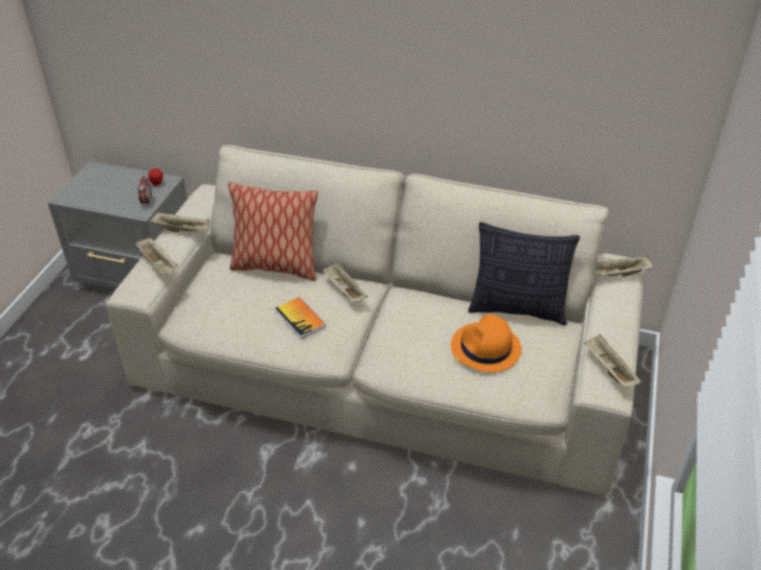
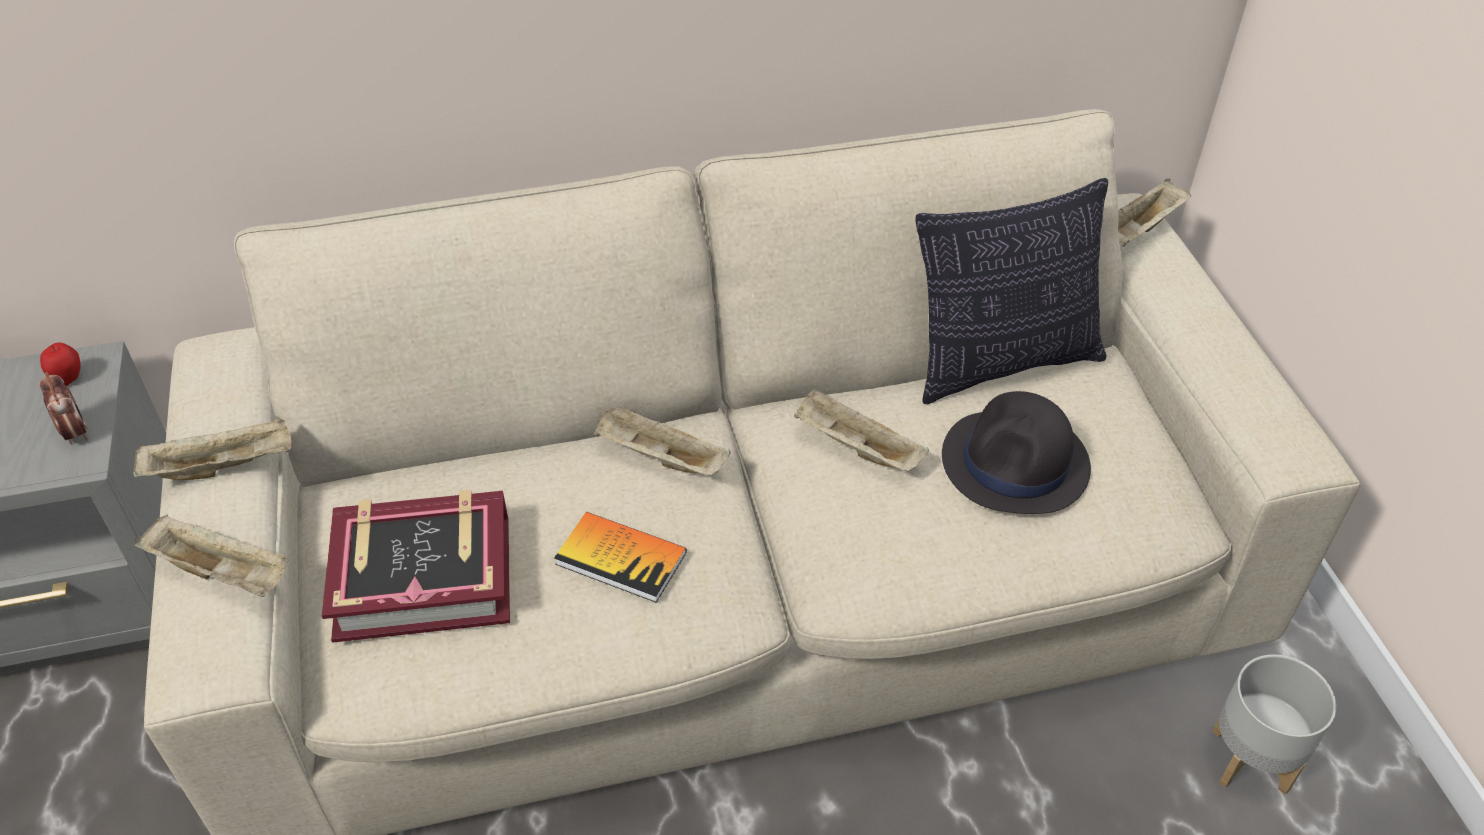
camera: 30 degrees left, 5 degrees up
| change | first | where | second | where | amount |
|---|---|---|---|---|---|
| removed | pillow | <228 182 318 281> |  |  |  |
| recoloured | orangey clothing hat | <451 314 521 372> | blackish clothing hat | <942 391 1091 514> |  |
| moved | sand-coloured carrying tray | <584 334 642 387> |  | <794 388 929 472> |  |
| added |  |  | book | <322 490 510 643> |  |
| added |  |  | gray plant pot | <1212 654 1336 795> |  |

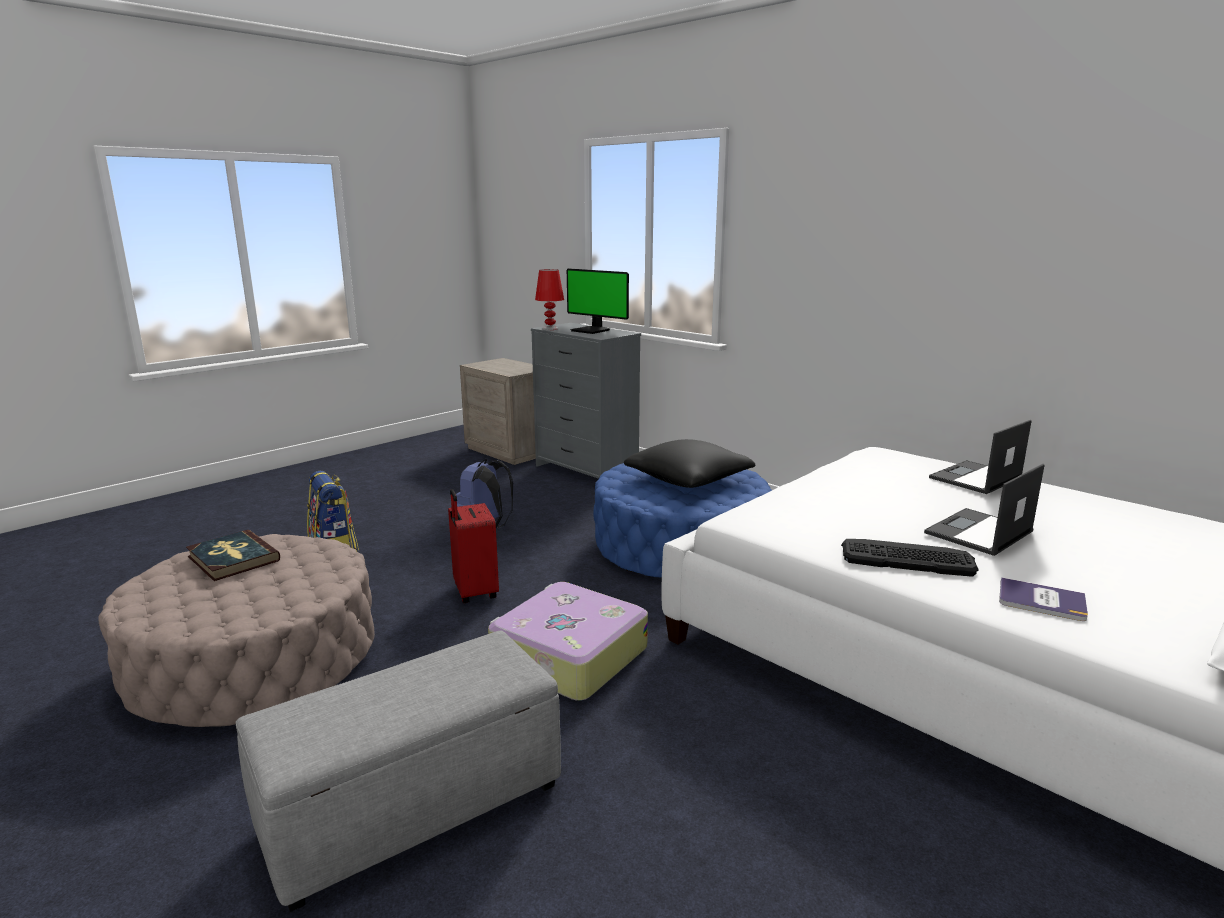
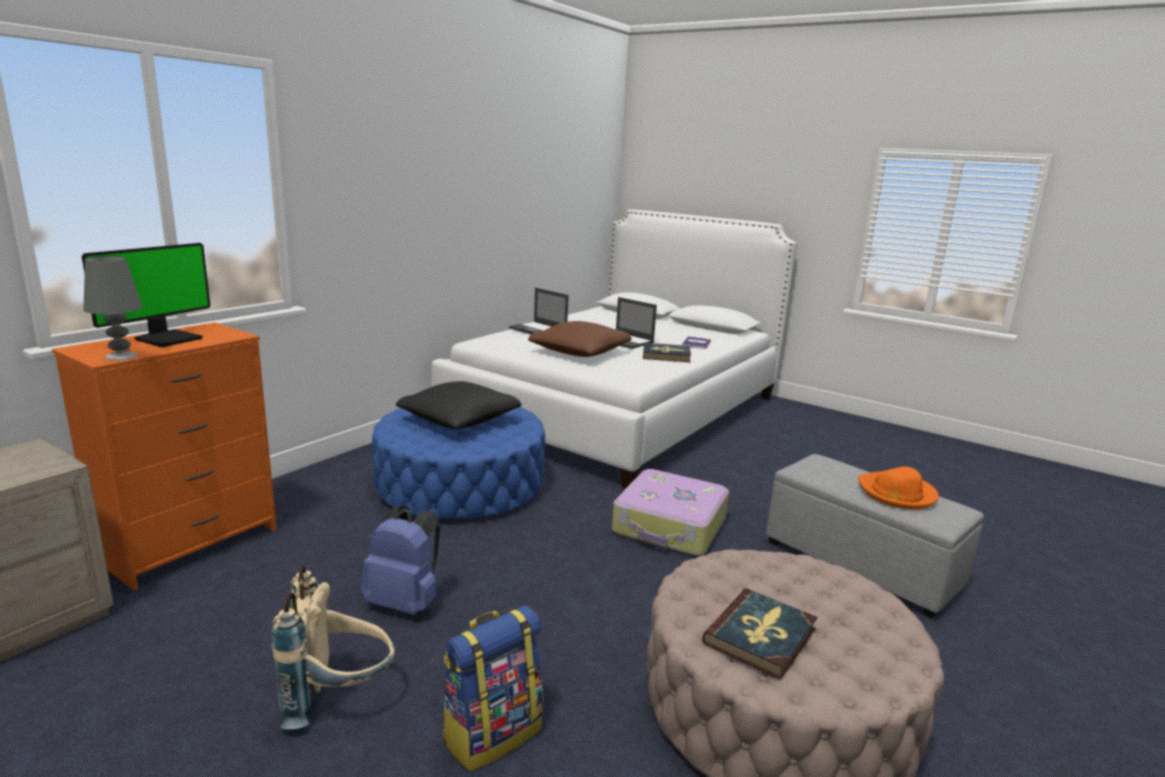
camera: 100 degrees left, 0 degrees up
| change | first | where | second | where | amount |
|---|---|---|---|---|---|
| removed | red-coloured piece of luggage | <448 489 499 603> |  |  |  |
| recoloured | gray drawer chest | <531 323 641 479> | orangey drawer chest | <52 322 277 591> |  |
| recoloured | red-coloured table lamp | <535 269 564 330> | gray table lamp | <83 256 142 361> |  |
| replaced | computer keyboard | <841 539 978 577> | book | <643 343 691 362> |  |
| added |  |  | sand-coloured rucksack | <272 565 395 729> |  |
| added |  |  | brown pillow | <528 321 632 357> |  |
| added |  |  | orangey clothing hat | <858 467 939 509> |  |

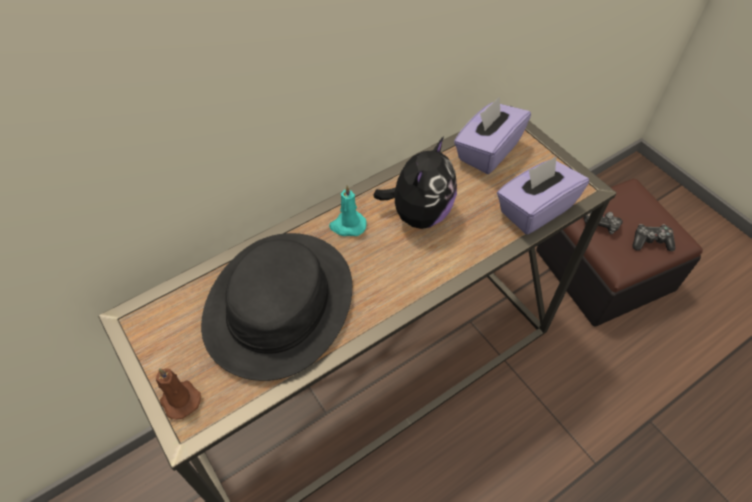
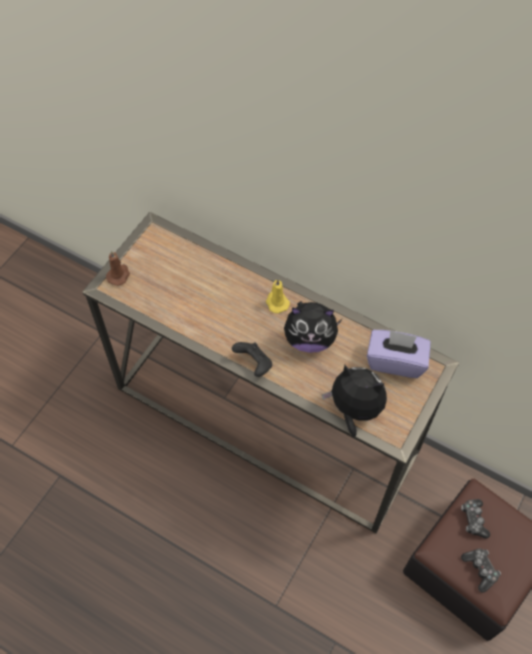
camera: 65 degrees right, 5 degrees up
| change | first | where | second | where | amount |
|---|---|---|---|---|---|
| removed | blackish clothing hat | <201 233 352 381> |  |  |  |
| recoloured | turquoise wax light | <329 185 367 236> | yellowish wax light | <266 279 290 313> |  |
| replaced | purple tissue box | <497 156 589 235> | plush toy | <322 365 387 437> |  |
| added |  |  | blackish game controller | <232 342 272 377> |  |

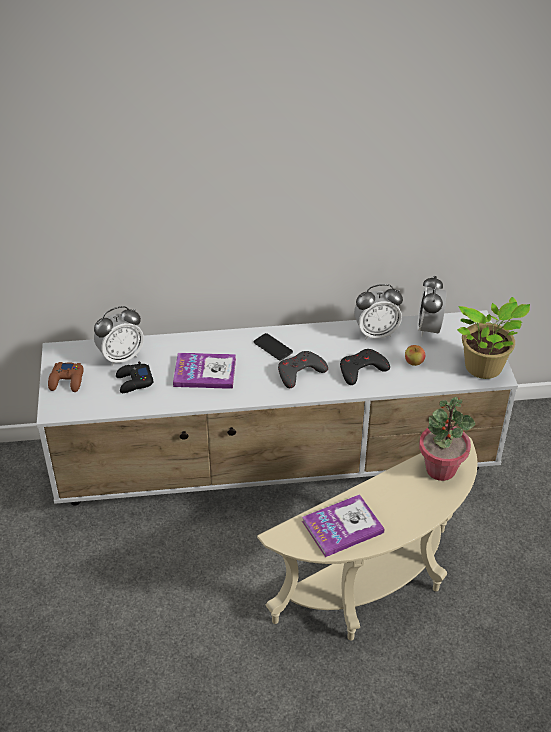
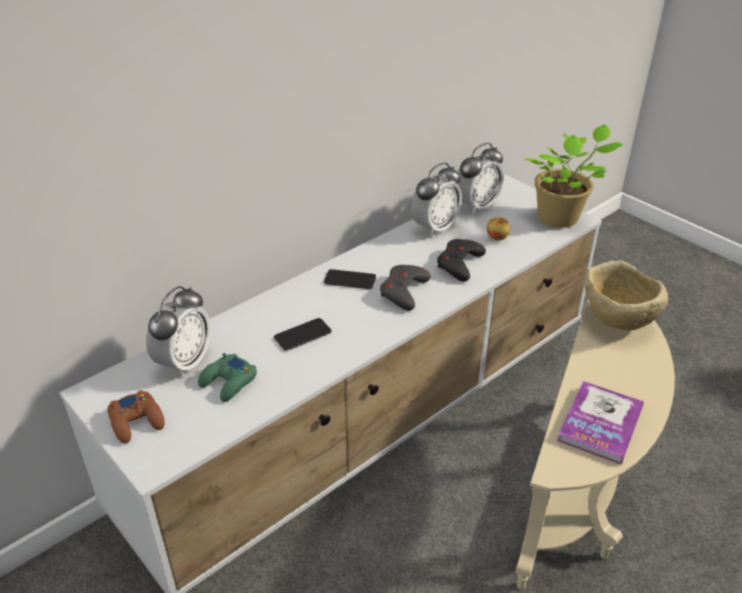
camera: 35 degrees left, 5 degrees down
| change | first | where | second | where | amount |
|---|---|---|---|---|---|
| recoloured | blackish game controller | <116 361 154 393> | green game controller | <198 353 257 402> |  |
| replaced | book | <173 353 236 389> | handset | <274 318 332 351> |  |
| turned | bedside clock | <417 276 446 337> |  | <454 143 503 215> | 105 degrees counterclockwise |
| replaced | houseplant | <419 397 475 481> | sand-coloured deep dish | <584 260 668 330> |  |

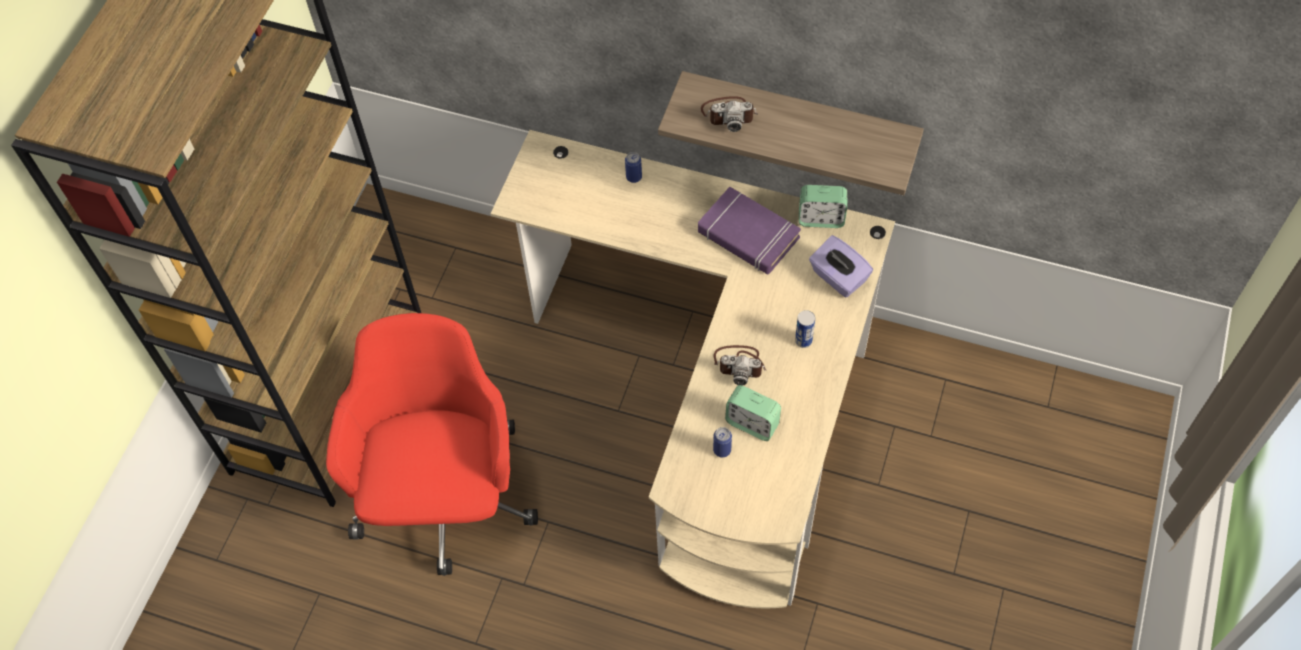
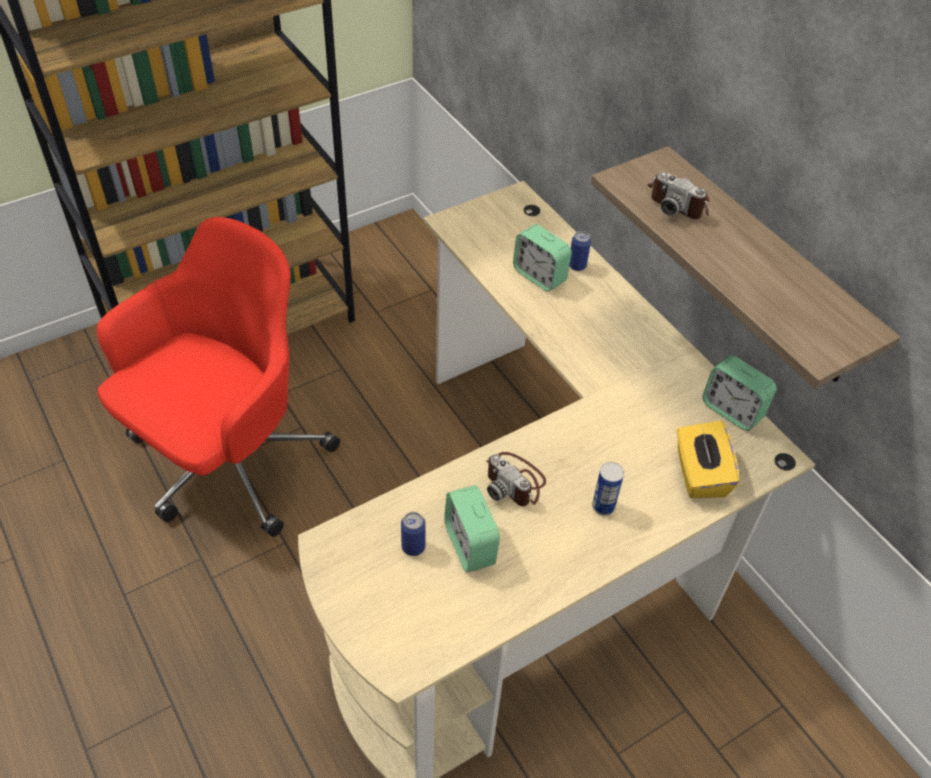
camera: 35 degrees right, 10 degrees down
| change | first | where | second | where | amount |
|---|---|---|---|---|---|
| removed | purple book | <698 187 801 274> |  |  |  |
| recoloured | purple tissue box | <809 235 873 297> | yellowish tissue box | <677 420 739 498> |  |
| added |  |  | bedside clock | <513 224 572 292> |  |

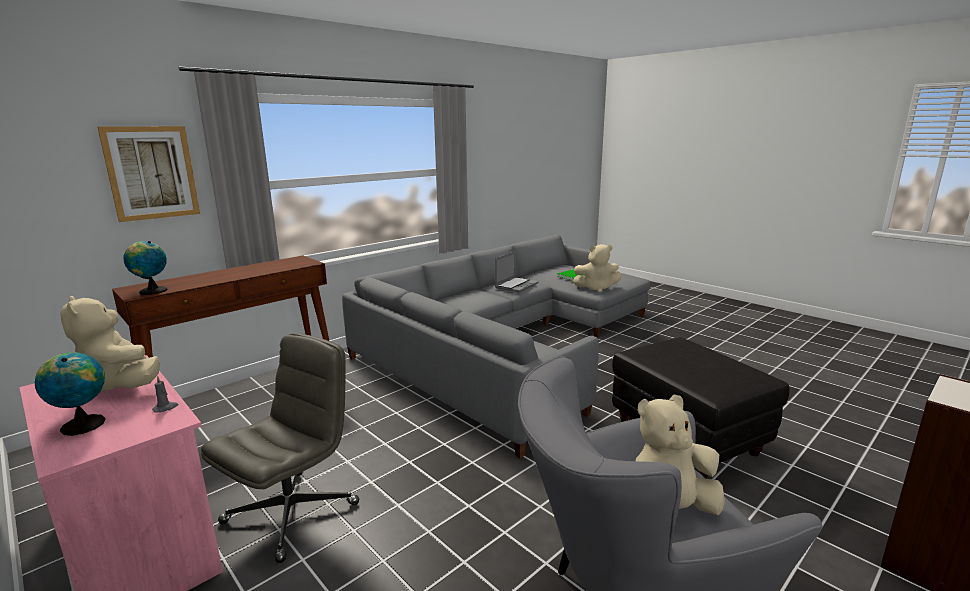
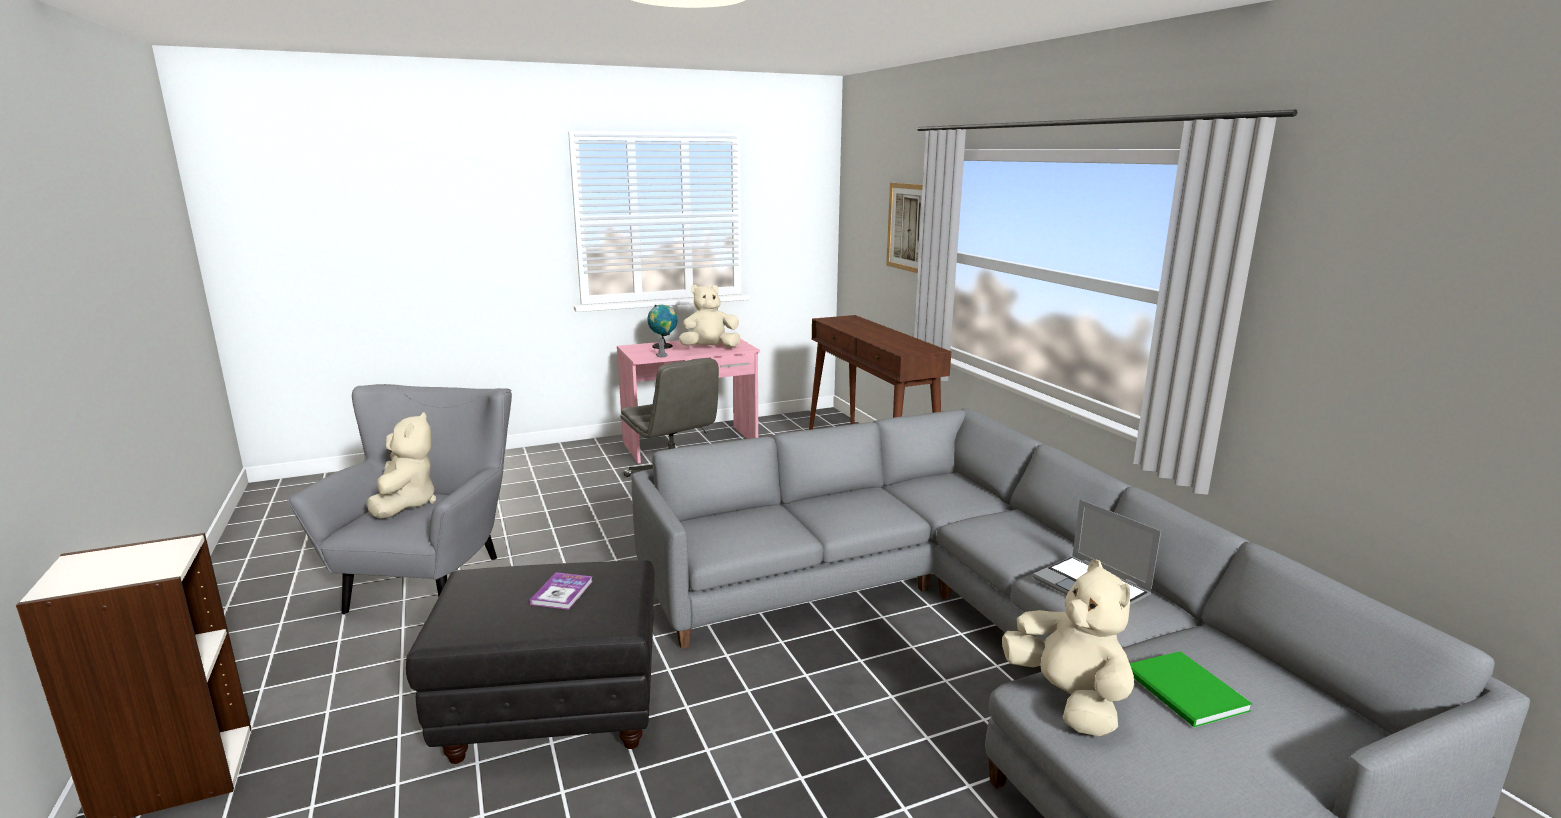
camera: 110 degrees right, 0 degrees up
| change | first | where | second | where | amount |
|---|---|---|---|---|---|
| removed | globe | <124 241 168 295> |  |  |  |
| turned | sand-coloured plush toy | <573 244 622 293> |  | <1002 559 1134 737> | 135 degrees clockwise |
| added |  |  | book | <530 572 593 610> |  |

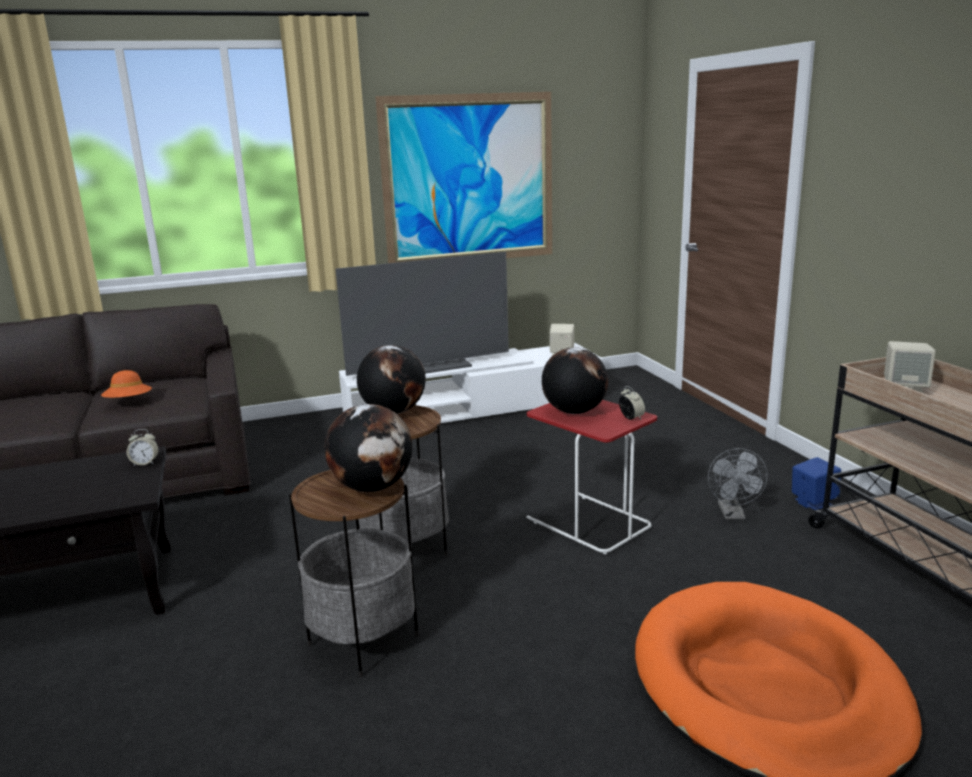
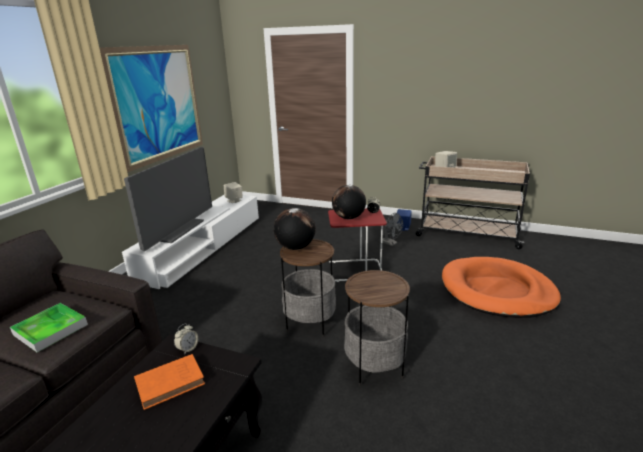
camera: 50 degrees left, 5 degrees up
| change | first | where | second | where | amount |
|---|---|---|---|---|---|
| replaced | orangey clothing hat | <101 370 152 398> | carrying tray | <10 303 88 353> |  |
| removed | globe | <325 404 412 492> |  |  |  |
| added |  |  | orangey book | <134 354 205 410> |  |

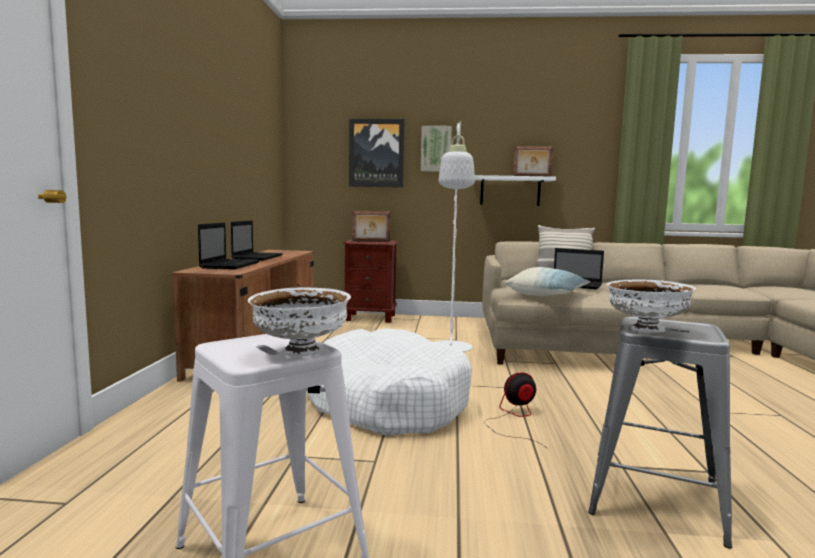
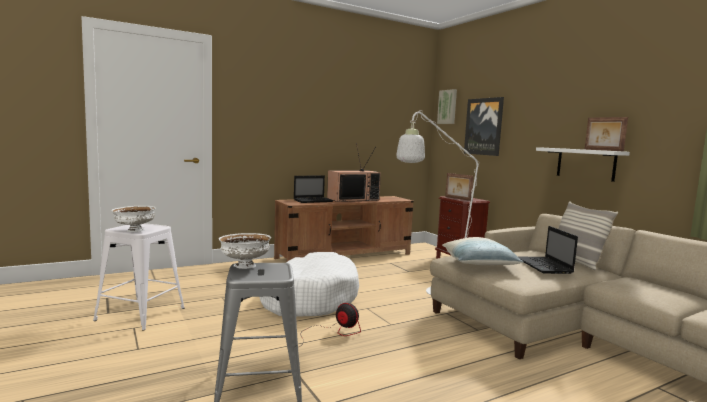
camera: 55 degrees right, 0 degrees up
| change | first | where | second | where | amount |
|---|---|---|---|---|---|
| replaced | laptop | <231 220 283 261> | television | <327 143 381 202> |  |
| moved | picture | <421 126 452 172> |  | <437 89 457 124> |  |

